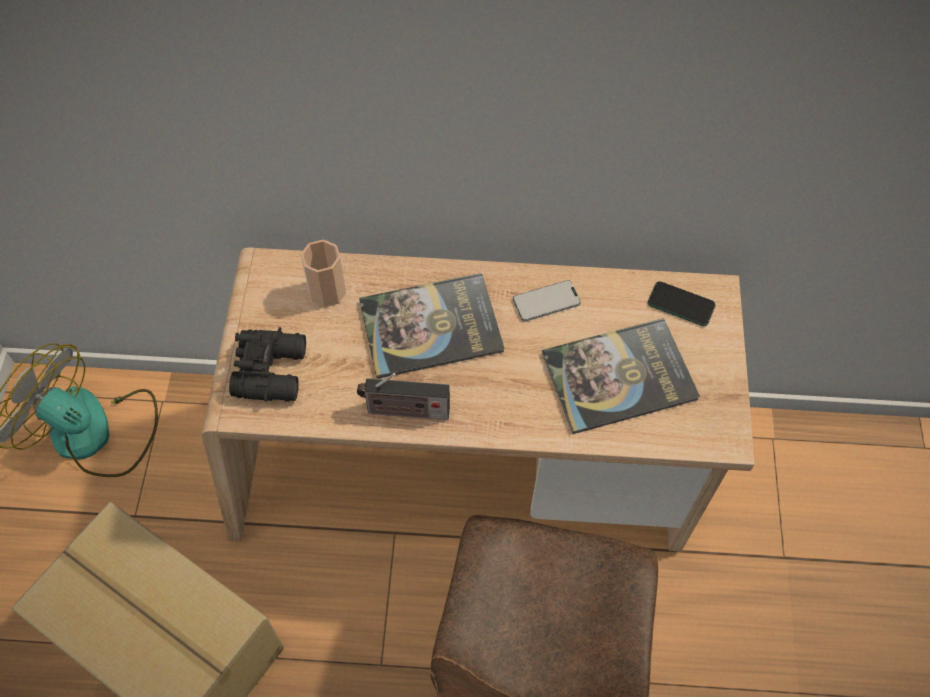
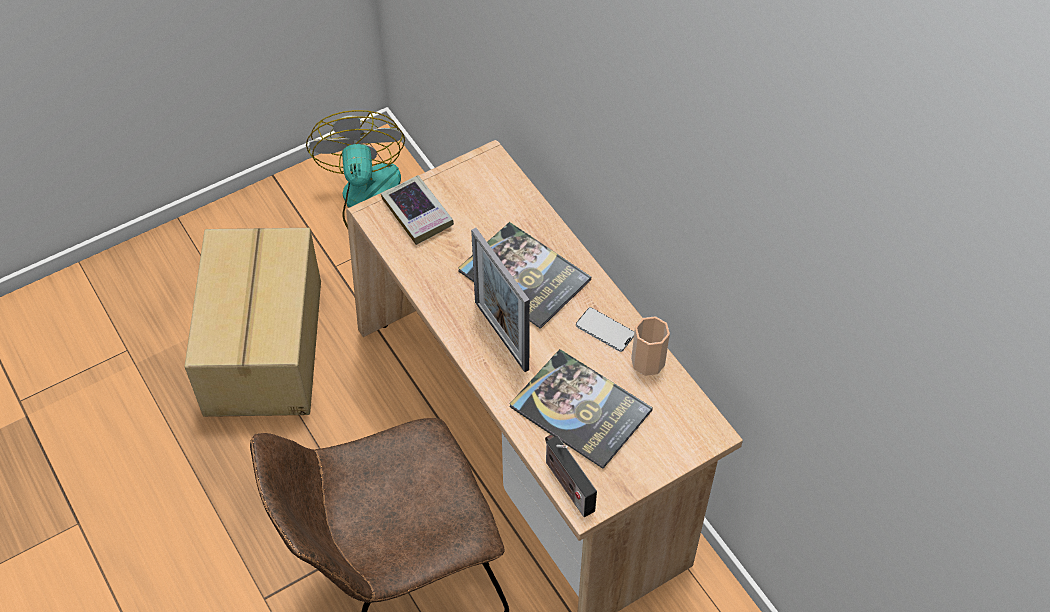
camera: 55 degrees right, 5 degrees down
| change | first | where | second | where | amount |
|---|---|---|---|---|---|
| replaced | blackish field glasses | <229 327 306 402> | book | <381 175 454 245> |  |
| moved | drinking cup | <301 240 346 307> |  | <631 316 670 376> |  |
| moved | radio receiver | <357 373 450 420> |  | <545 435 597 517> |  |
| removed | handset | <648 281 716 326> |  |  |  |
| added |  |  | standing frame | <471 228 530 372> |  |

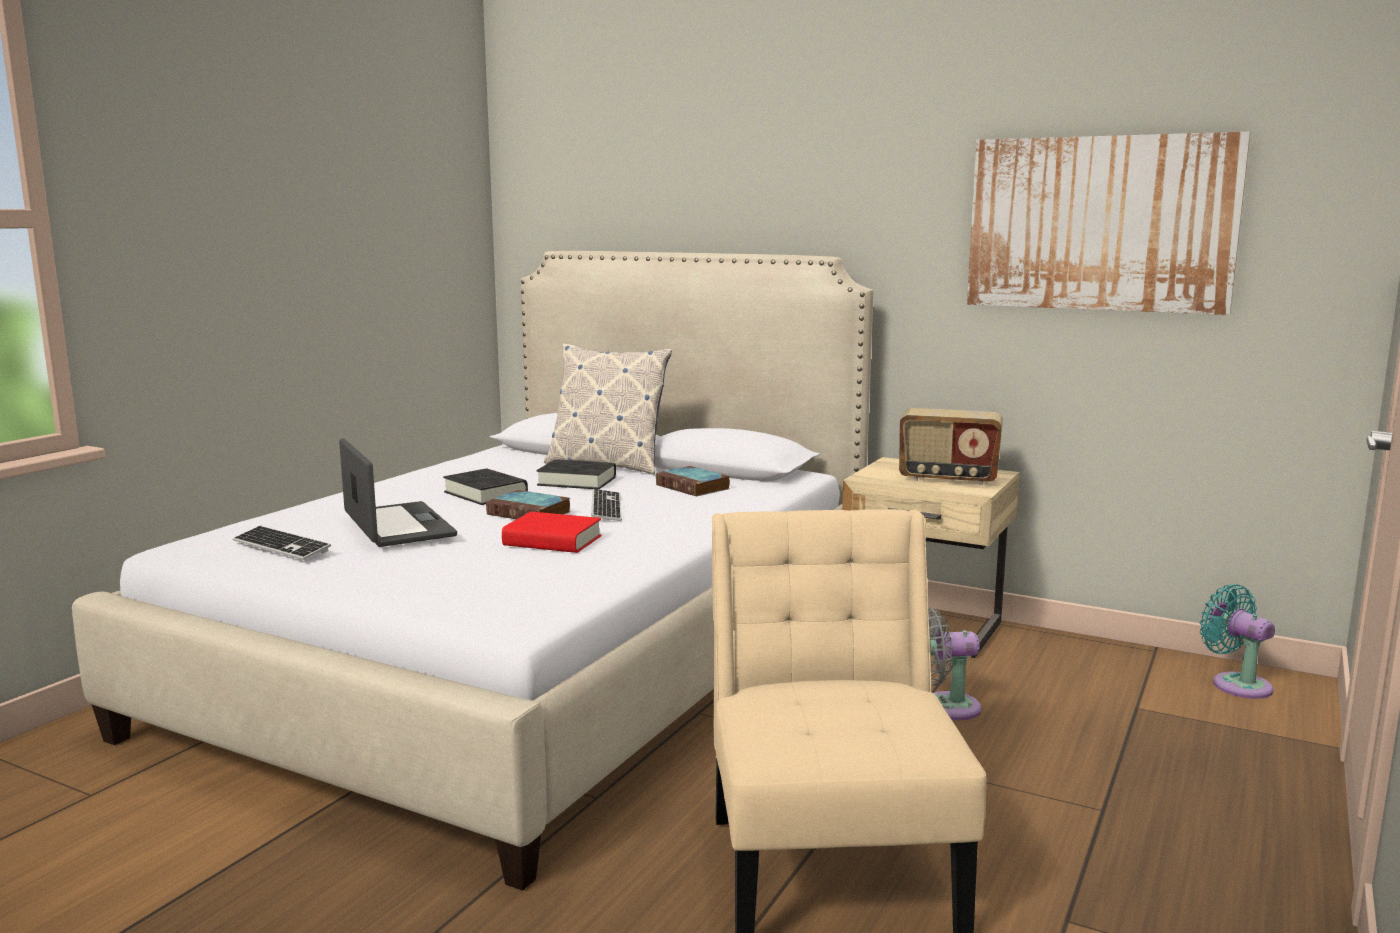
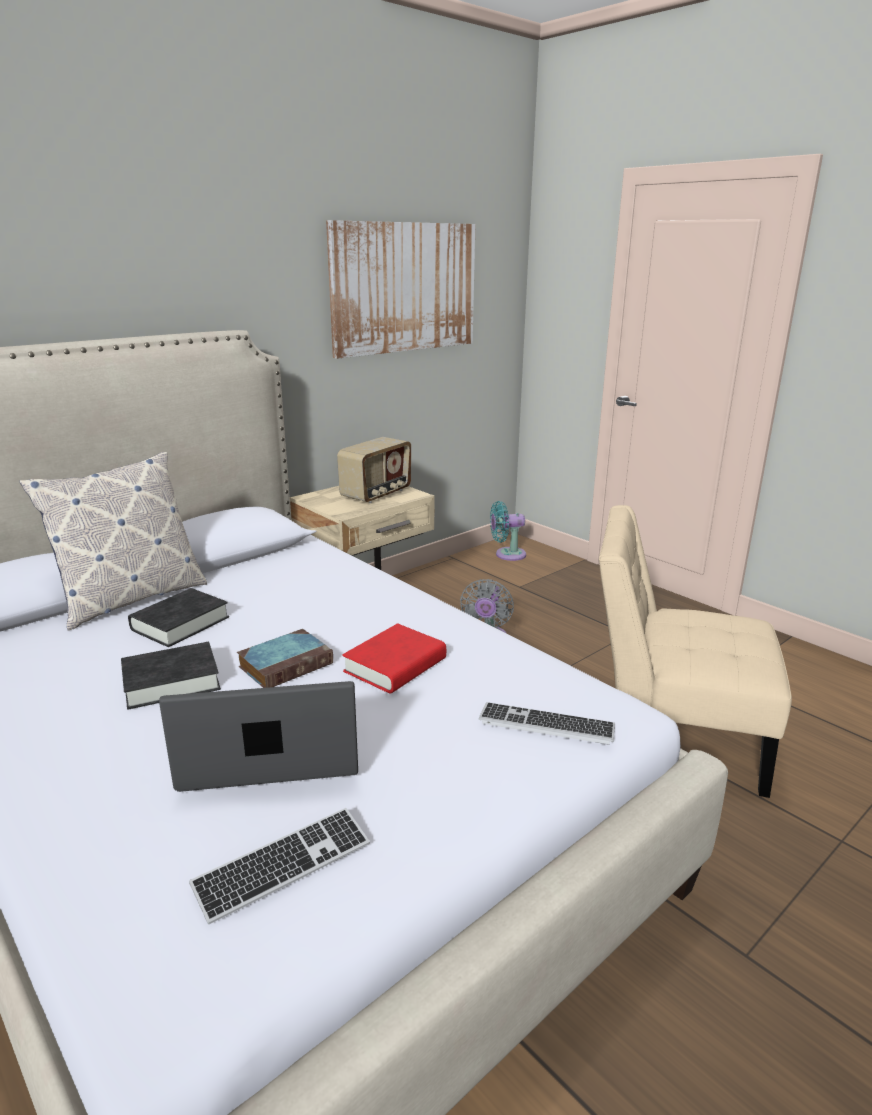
camera: 70 degrees left, 10 degrees up
| change | first | where | second | where | amount |
|---|---|---|---|---|---|
| moved | computer keyboard | <591 489 622 521> |  | <479 702 615 745> |  |
| removed | book | <656 466 730 497> |  |  |  |

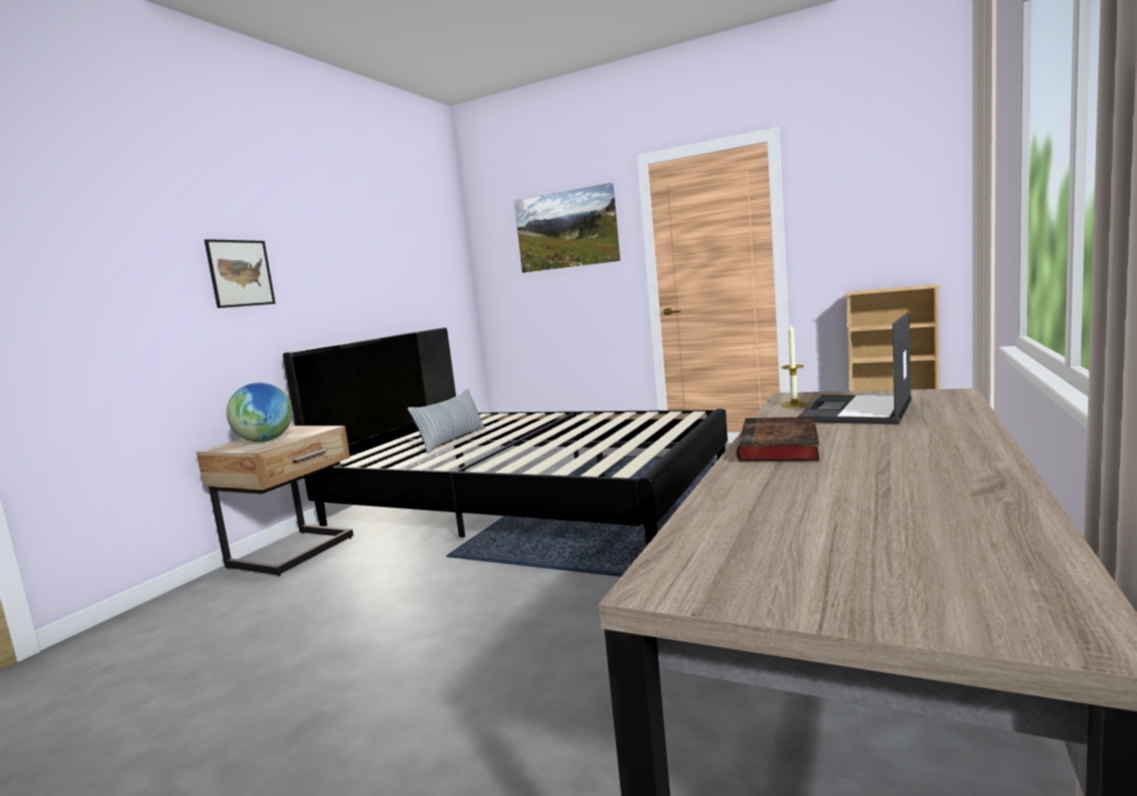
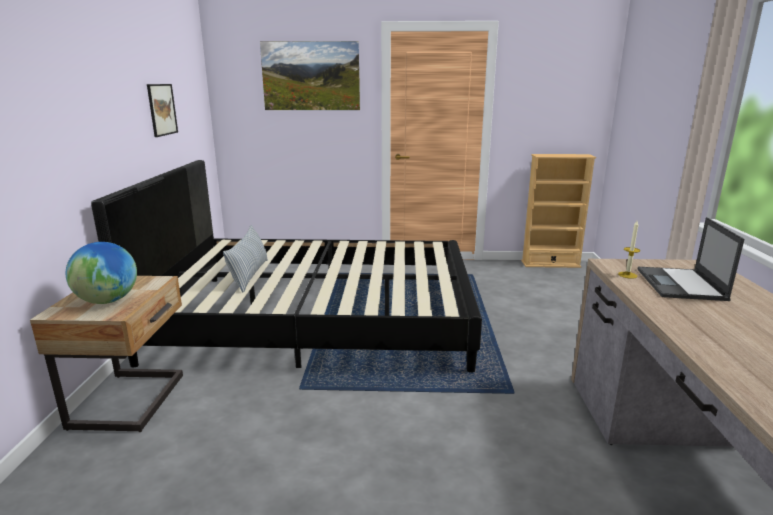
camera: 25 degrees left, 10 degrees up
| change | first | where | second | where | amount |
|---|---|---|---|---|---|
| moved | picture | <204 239 276 308> |  | <147 84 178 137> |  |
| removed | book | <736 417 820 462> |  |  |  |

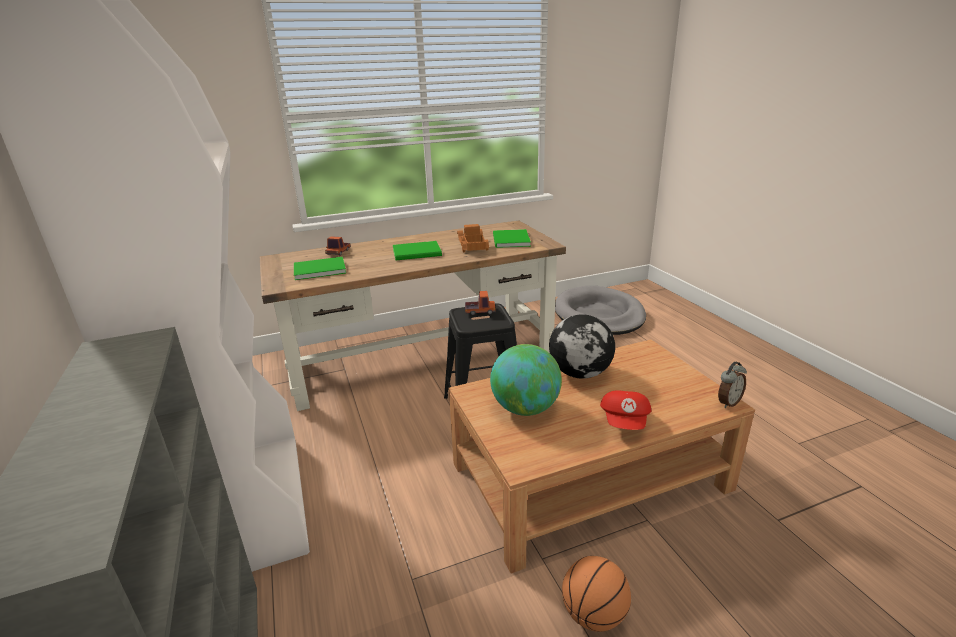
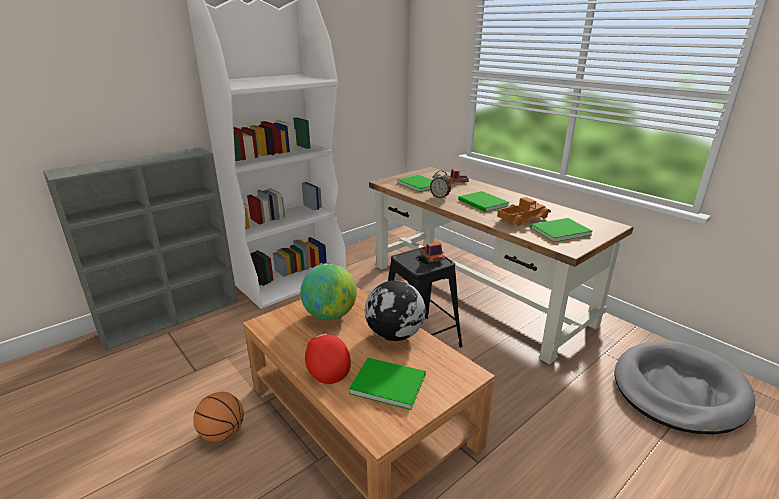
camera: 70 degrees right, 0 degrees up
| change | first | where | second | where | amount |
|---|---|---|---|---|---|
| turned | red-coloured cap | <600 390 651 430> |  | <305 334 351 384> | 75 degrees clockwise |
| moved | bedside clock | <718 362 747 408> |  | <430 170 451 199> |  |
| added |  |  | green book | <349 358 426 410> |  |

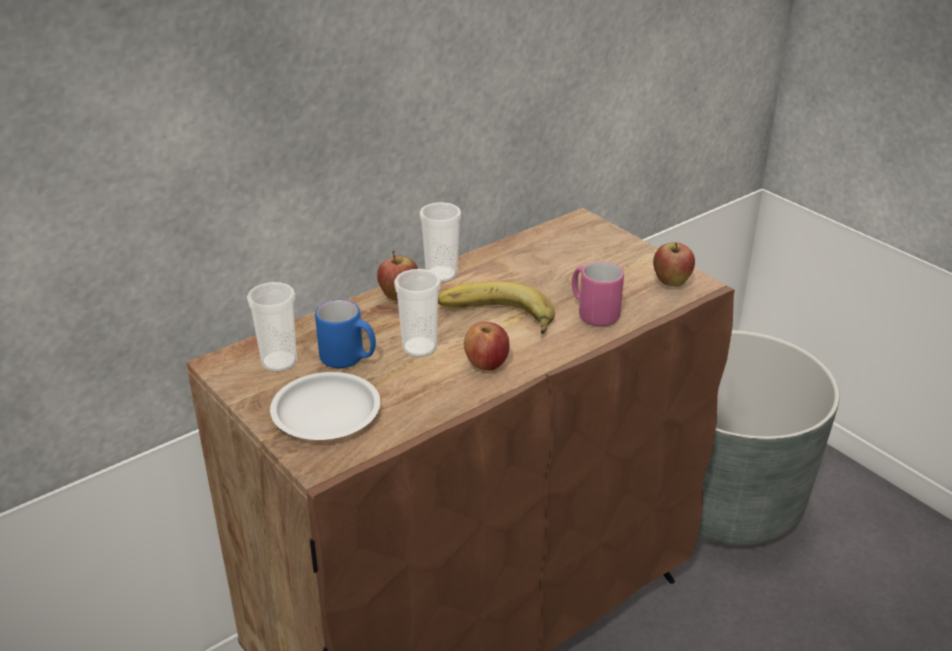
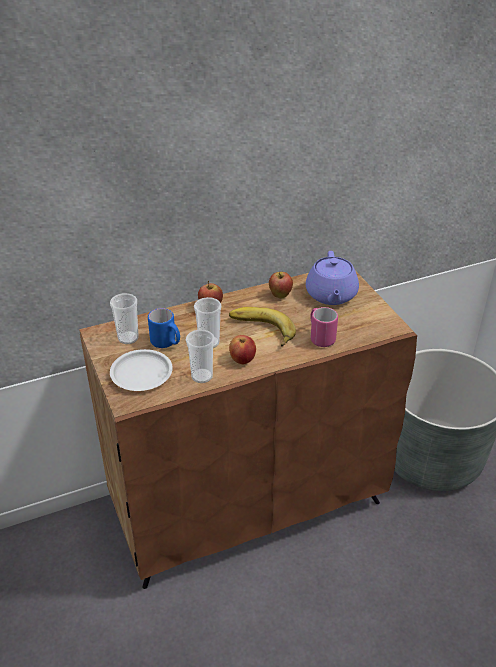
camera: 15 degrees right, 5 degrees up
| change | first | where | second | where | amount |
|---|---|---|---|---|---|
| moved | drinking cup | <419 202 461 282> |  | <186 329 215 383> |  |
| moved | whole apple | <653 242 695 287> |  | <269 272 293 298> |  |
| added |  |  | purple tea pot | <306 251 359 305> |  |

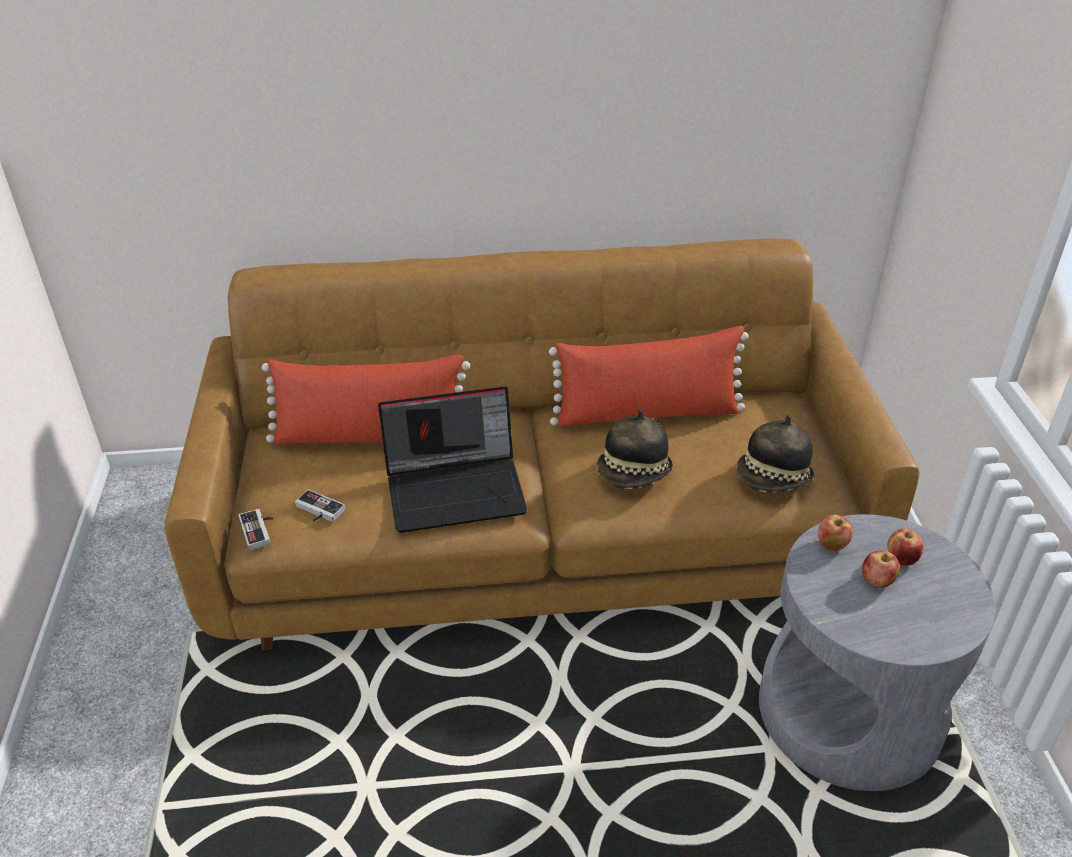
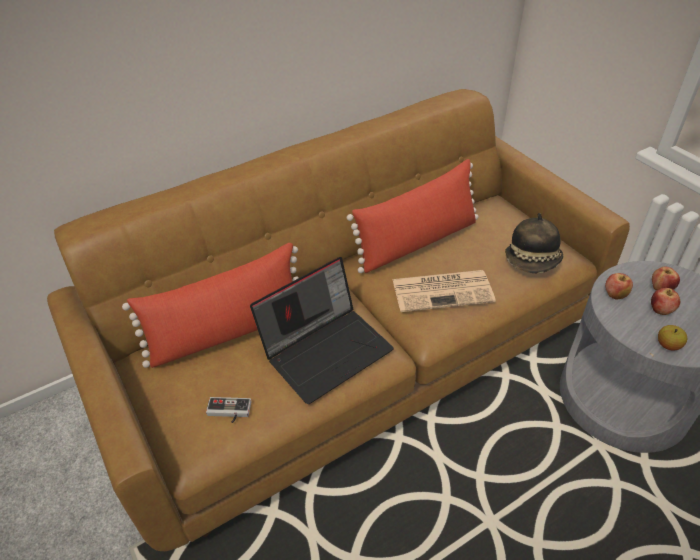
camera: 25 degrees left, 5 degrees up
| change | first | where | second | where | amount |
|---|---|---|---|---|---|
| removed | game controller | <239 509 274 550> |  |  |  |
| replaced | clothing hat | <597 410 673 489> | printed paper | <392 270 496 312> |  |
| added |  |  | whole apple | <658 325 687 351> |  |

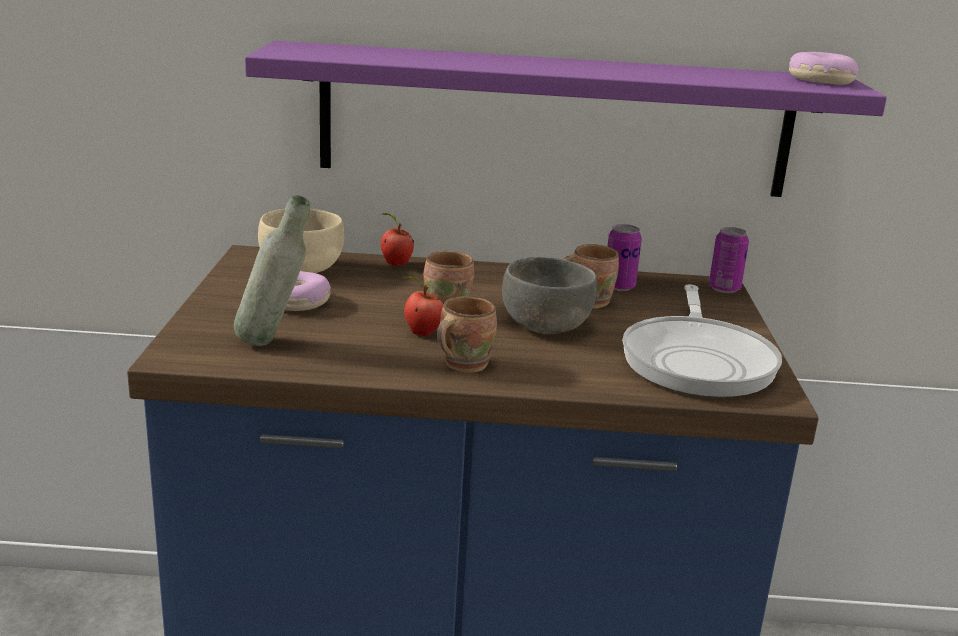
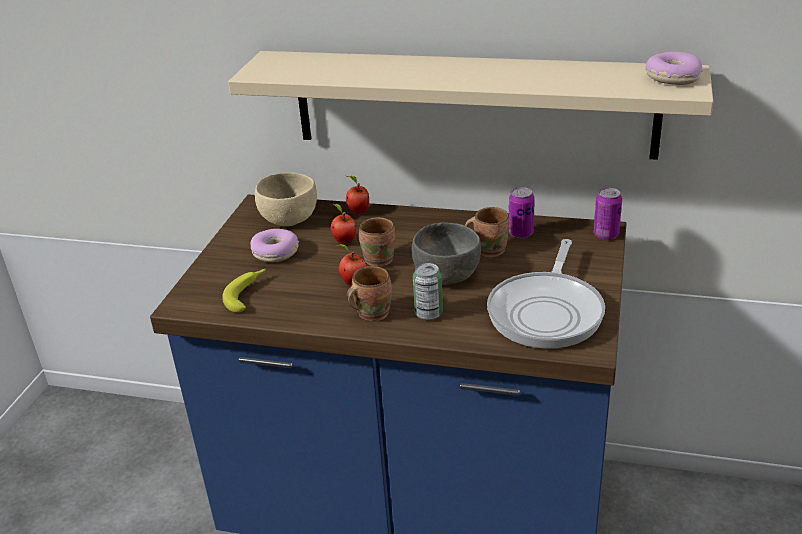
camera: 15 degrees right, 10 degrees up
| change | first | where | second | where | amount |
|---|---|---|---|---|---|
| replaced | gray beverage bottle | <234 195 310 346> | banana | <222 269 265 313> |  |
| recoloured | purple shelf | <245 40 887 197> | sand-coloured shelf | <228 51 713 160> |  |
| added |  |  | whole apple | <330 204 356 245> |  |
| added |  |  | can | <413 263 443 320> |  |

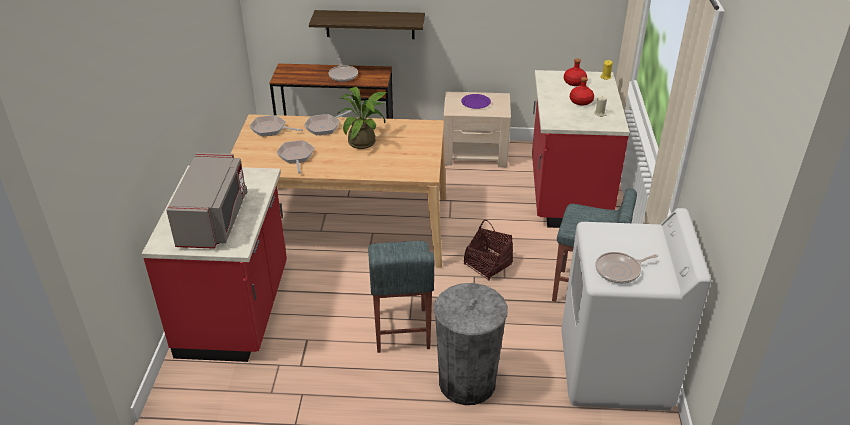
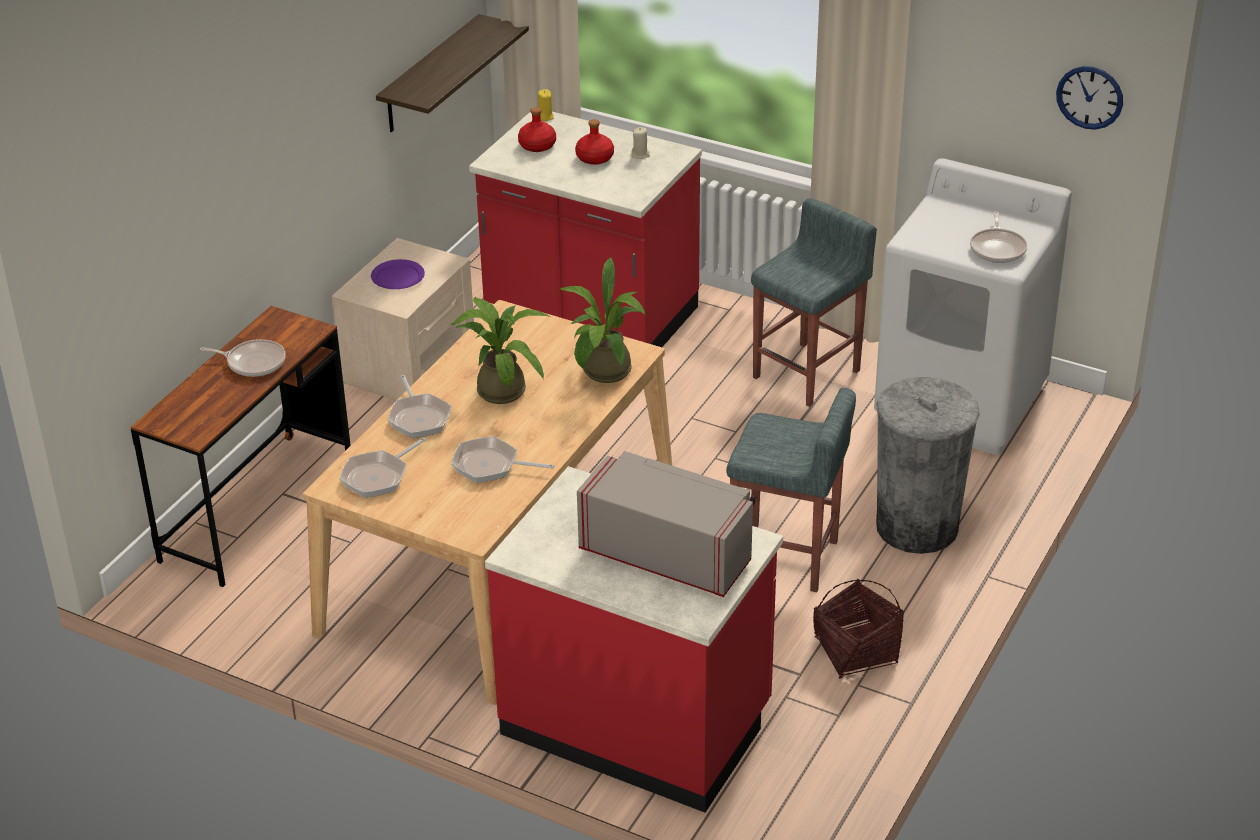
camera: 65 degrees left, 0 degrees up
| change | first | where | second | where | amount |
|---|---|---|---|---|---|
| moved | shelf | <309 10 425 39> |  | <376 14 529 132> |  |
| moved | basket | <464 220 513 281> |  | <813 579 904 679> |  |
| added |  |  | houseplant | <560 257 646 383> |  |
| added |  |  | hanging clock | <1056 66 1123 130> |  |

